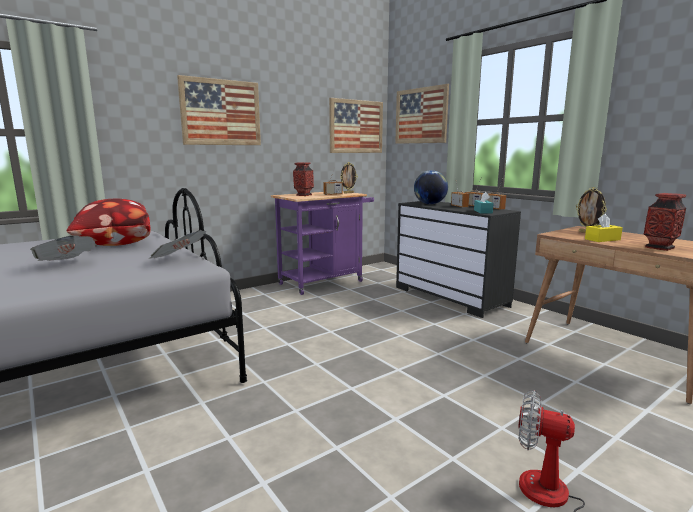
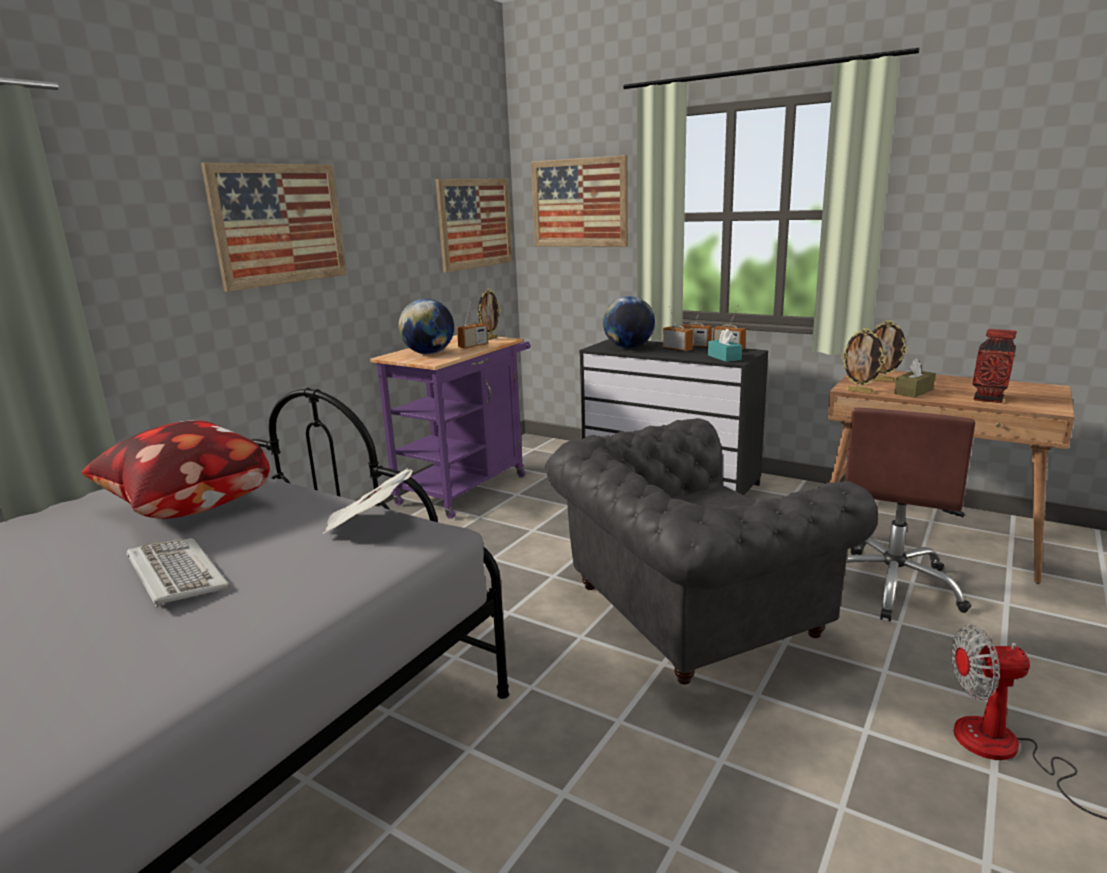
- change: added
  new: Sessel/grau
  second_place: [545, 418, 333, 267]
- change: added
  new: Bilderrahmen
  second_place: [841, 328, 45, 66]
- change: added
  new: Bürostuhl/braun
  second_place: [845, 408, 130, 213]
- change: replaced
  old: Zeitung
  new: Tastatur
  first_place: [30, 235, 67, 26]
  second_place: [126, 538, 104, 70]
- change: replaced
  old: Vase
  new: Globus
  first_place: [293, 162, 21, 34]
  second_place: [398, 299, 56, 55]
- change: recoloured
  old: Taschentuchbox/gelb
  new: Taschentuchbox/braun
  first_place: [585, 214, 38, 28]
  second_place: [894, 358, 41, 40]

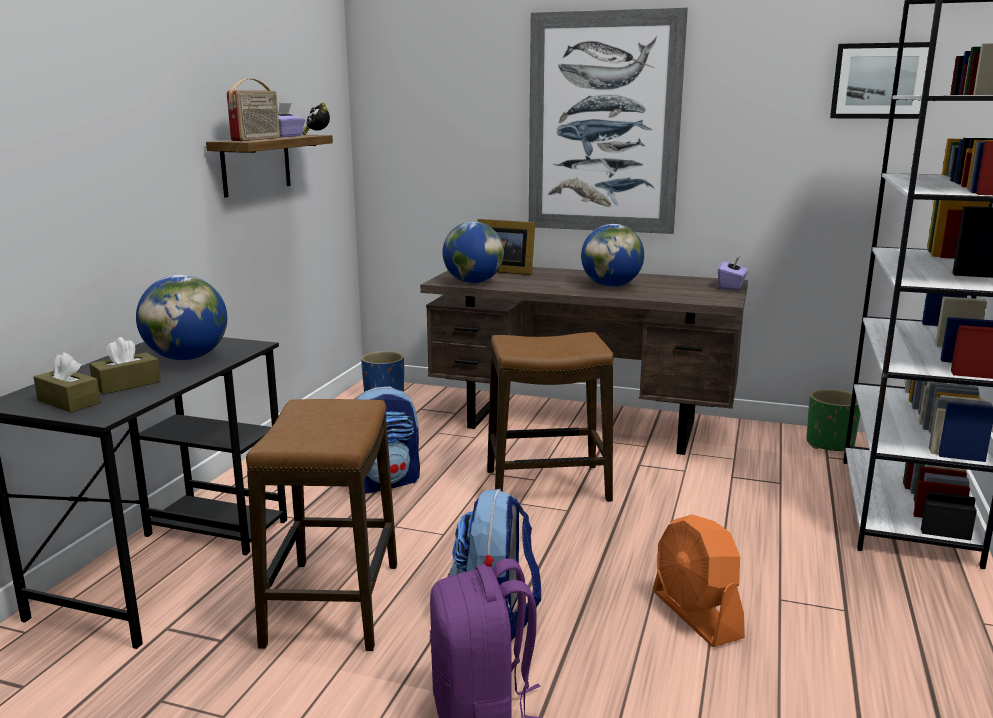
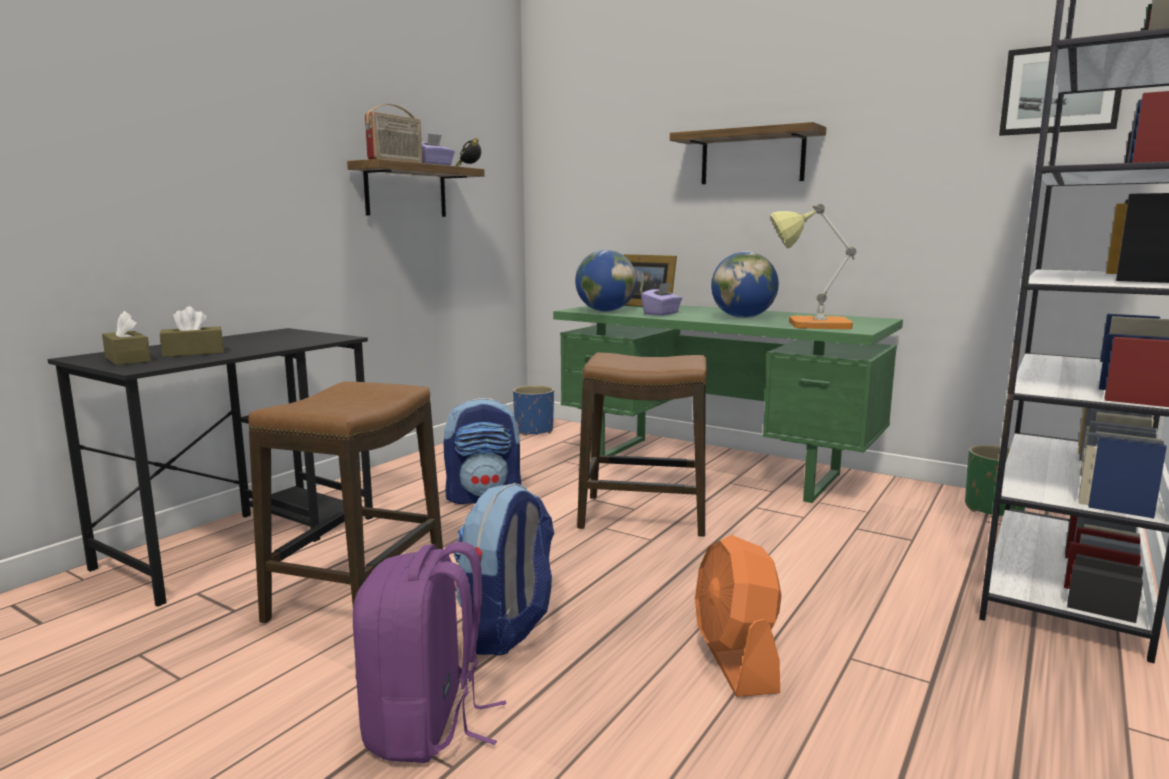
- change: removed
  old: Globus
  first_place: [136, 275, 91, 85]
- change: added
  new: Tischlampe
  second_place: [770, 204, 87, 125]
- change: moved
  old: Taschentuchbox/lila
  first_place: [718, 255, 30, 35]
  second_place: [641, 283, 41, 33]
- change: replaced
  old: Bild
  new: Wandregal
  first_place: [529, 8, 159, 226]
  second_place: [670, 122, 156, 62]
- change: recoloured
  old: Schreibtisch/braun
  new: Schreibtisch/grün
  first_place: [420, 267, 328, 188]
  second_place: [553, 305, 350, 198]

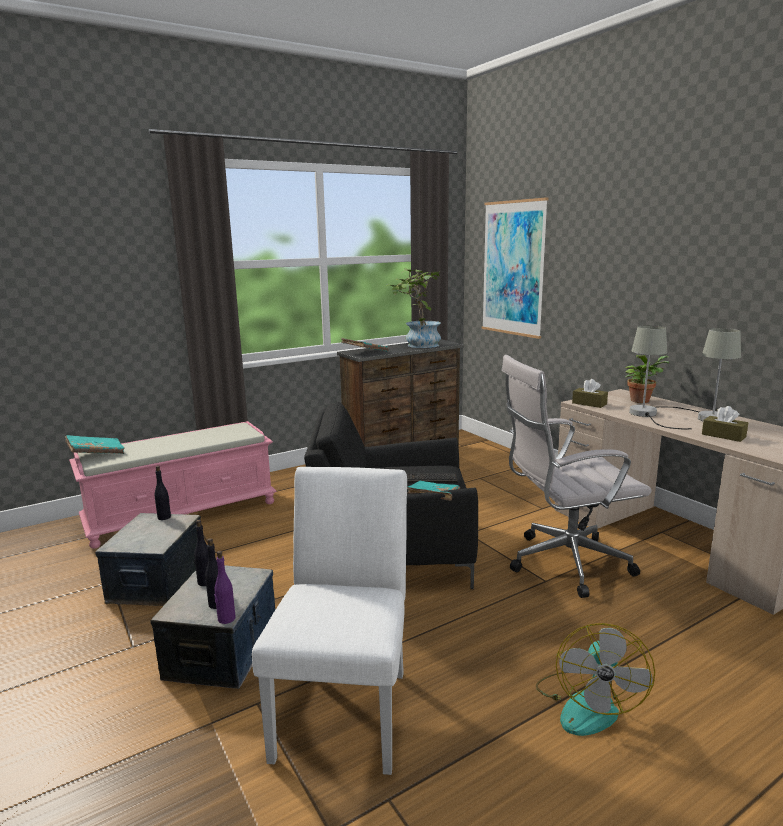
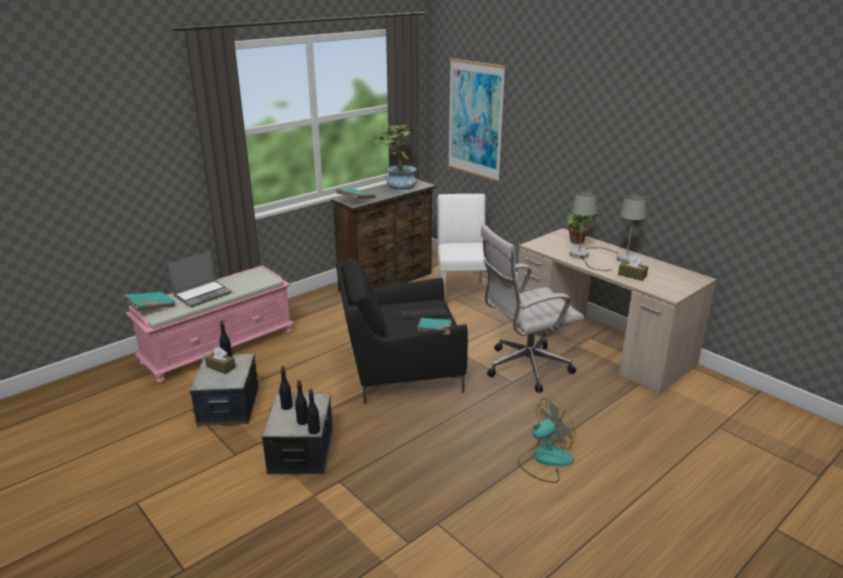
- change: added
  new: Laptop
  second_place: [168, 251, 64, 56]
- change: moved
  old: Stuhl/weiß
  first_place: [252, 467, 155, 308]
  second_place: [437, 194, 53, 113]
- change: moved
  old: Taschentuchbox/braun
  first_place: [572, 379, 36, 29]
  second_place: [205, 347, 31, 27]
- change: recoloured
  old: Flasche/lila
  new: Flasche/schwarz
  first_place: [214, 551, 22, 73]
  second_place: [307, 389, 13, 45]
- change: turned
  old: Ventilator
  first_place: [536, 623, 119, 113]
  second_place: [518, 398, 58, 85]
  degrees: -120

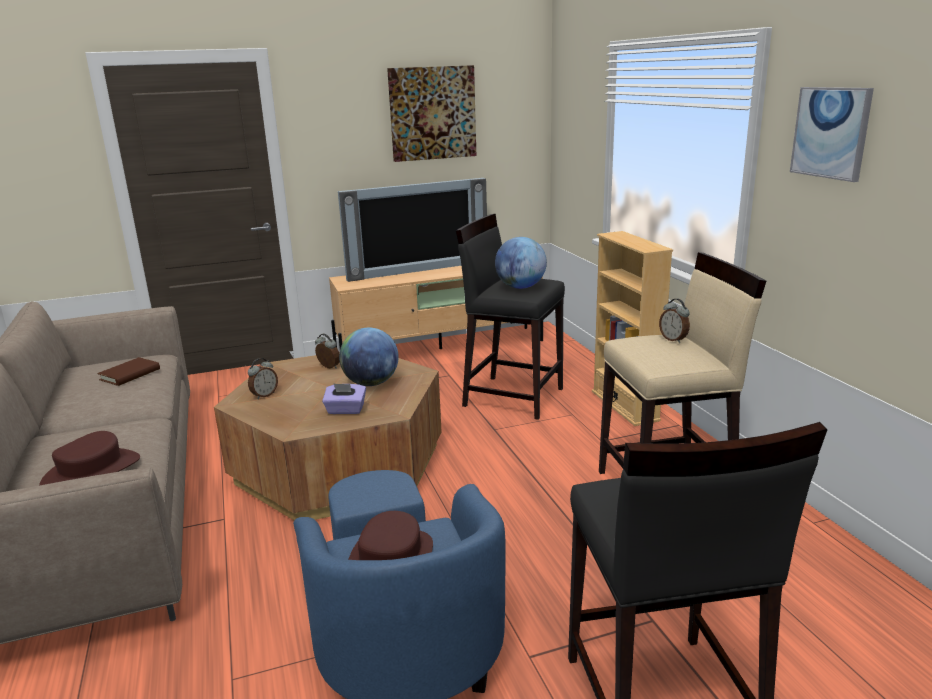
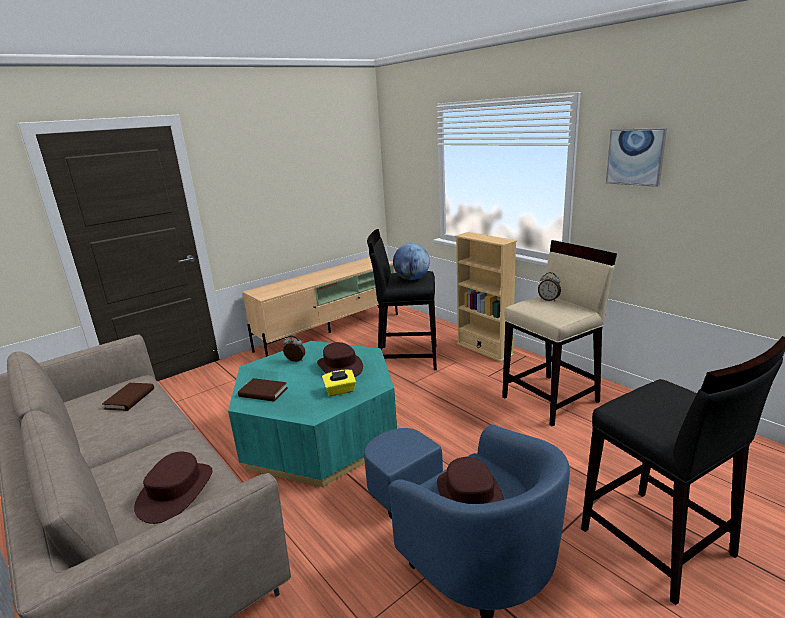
- change: removed
  old: Fernseher
  first_place: [338, 178, 149, 104]
- change: removed
  old: Bild
  first_place: [387, 65, 89, 97]
- change: replaced
  old: Wecker
  new: Buch/braun
  first_place: [248, 358, 30, 41]
  second_place: [238, 378, 50, 24]
- change: replaced
  old: Globus
  new: Hut/braun
  first_place: [339, 328, 60, 58]
  second_place: [317, 342, 46, 35]
- change: recoloured
  old: Couchtisch/braun
  new: Couchtisch/türkis
  first_place: [214, 352, 228, 168]
  second_place: [228, 341, 169, 146]
- change: recoloured
  old: Taschentuchbox/lila
  new: Taschentuchbox/gelb
  first_place: [322, 383, 44, 31]
  second_place: [322, 369, 34, 27]

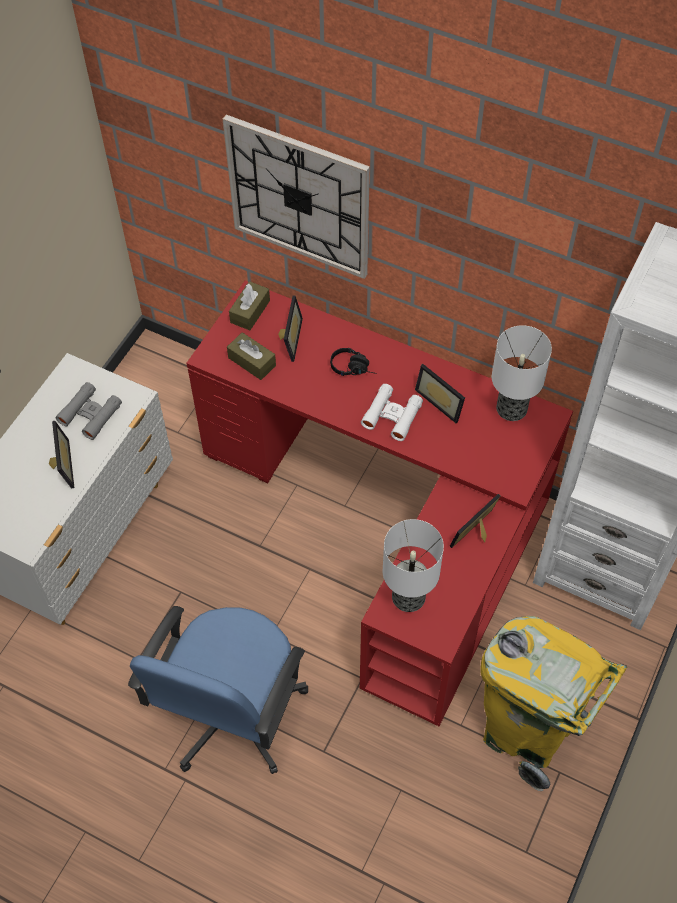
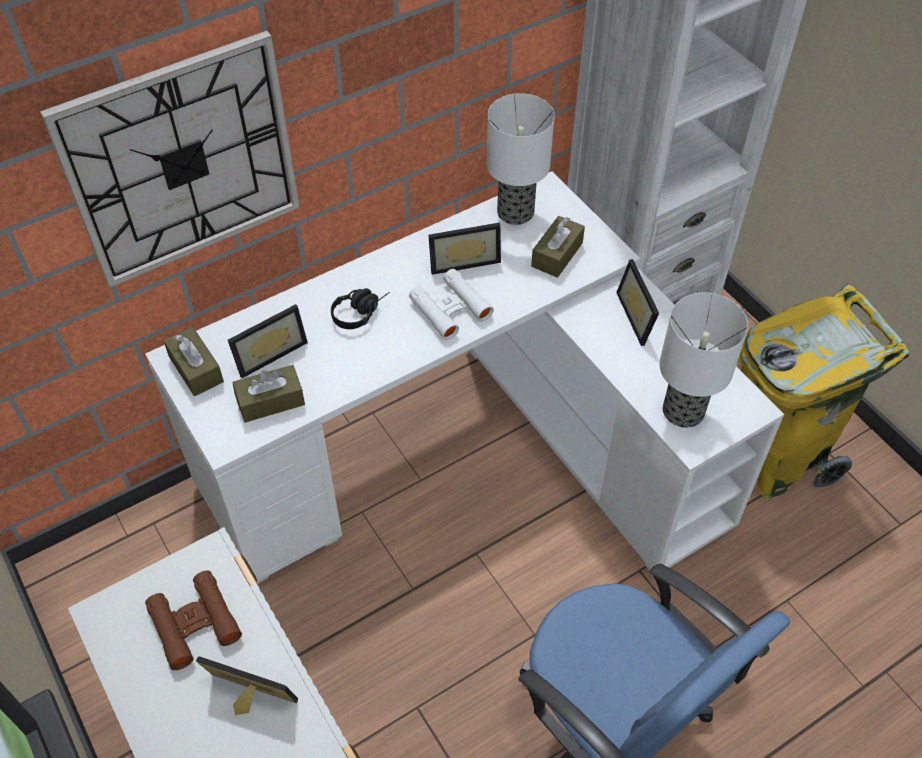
- change: added
  new: Taschentuchbox/braun
  second_place: [531, 216, 54, 62]
- change: recoloured
  old: Fernglas/grau
  new: Fernglas/braun
  first_place: [56, 382, 66, 58]
  second_place: [145, 571, 97, 99]
- change: recoloured
  old: Schreibtisch/rot
  new: Schreibtisch/weiß
  first_place: [186, 281, 387, 445]
  second_place: [145, 171, 639, 413]
- change: turned
  old: Bilderrahmen
  first_place: [278, 295, 25, 67]
  second_place: [228, 304, 80, 74]
  degrees: 105

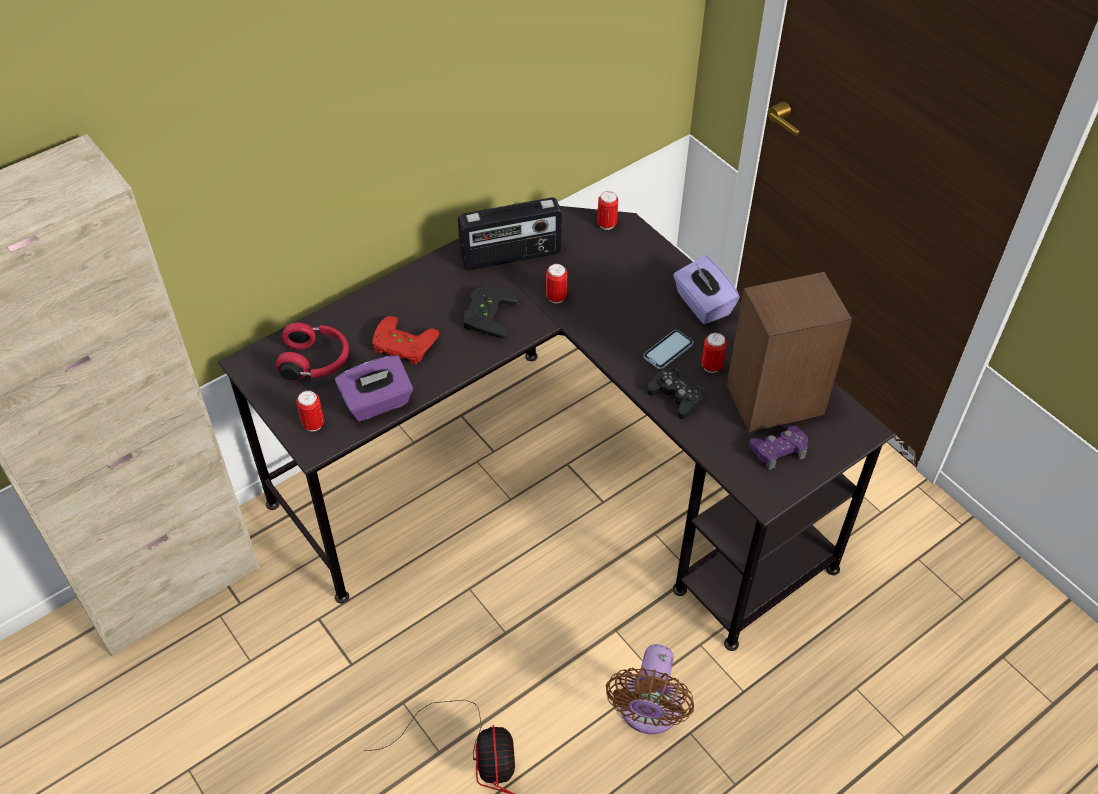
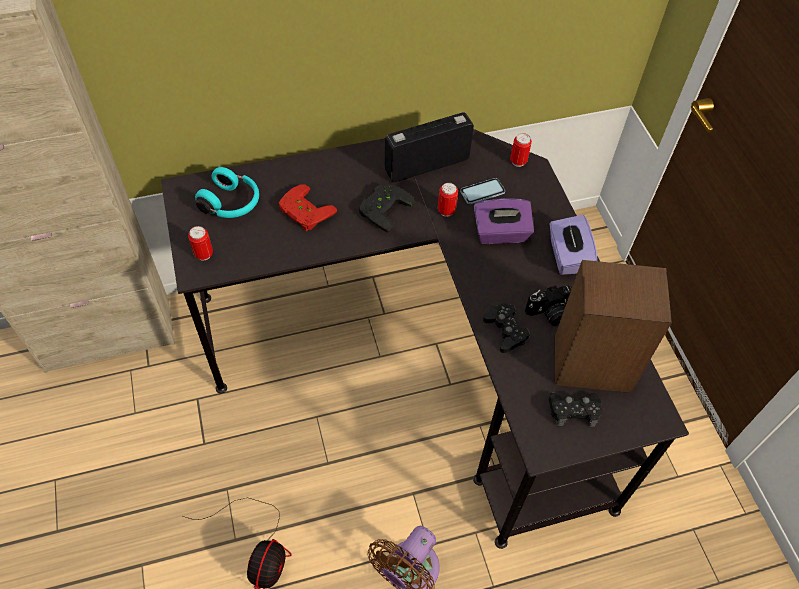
- change: moved
  old: Taschentuchbox/lila
  first_place: [335, 355, 78, 66]
  second_place: [474, 199, 60, 45]
- change: moved
  old: Handy
  first_place: [643, 330, 50, 39]
  second_place: [460, 178, 45, 26]
- change: replaced
  old: Dose
  new: Kamera
  first_place: [701, 333, 26, 40]
  second_place: [525, 285, 47, 41]
- change: recoloured
  old: Kopfhörer/rot
  new: Kopfhörer/türkis
  first_place: [276, 321, 73, 59]
  second_place: [195, 167, 64, 51]
- change: recoloured
  old: Gamepad/lila
  new: Gamepad/schwarz
  first_place: [749, 426, 59, 44]
  second_place: [548, 392, 55, 35]
- change: turned
  old: Radio
  first_place: [458, 197, 104, 73]
  second_place: [385, 112, 89, 70]
  degrees: 150

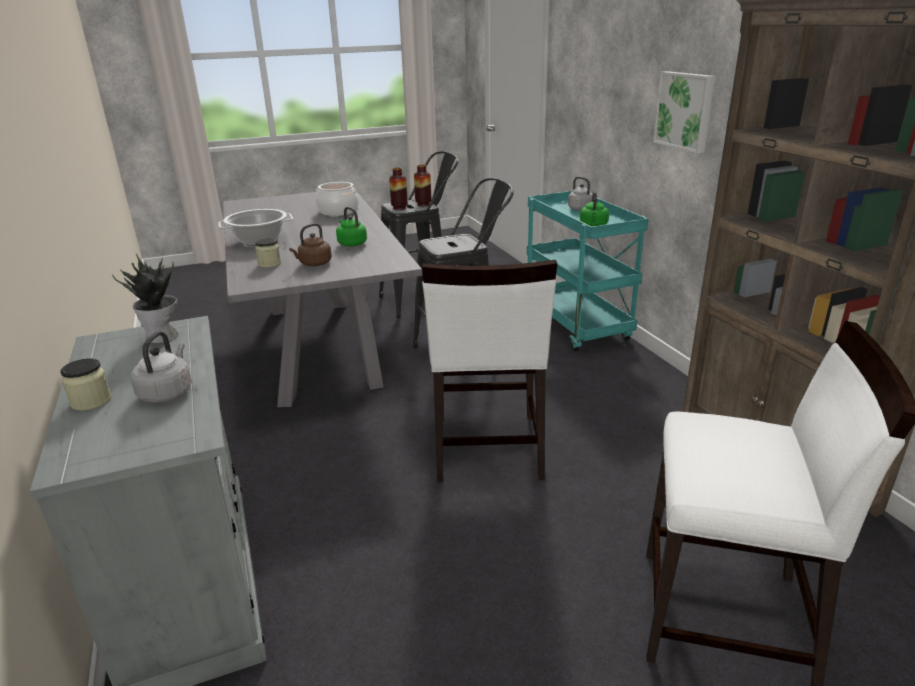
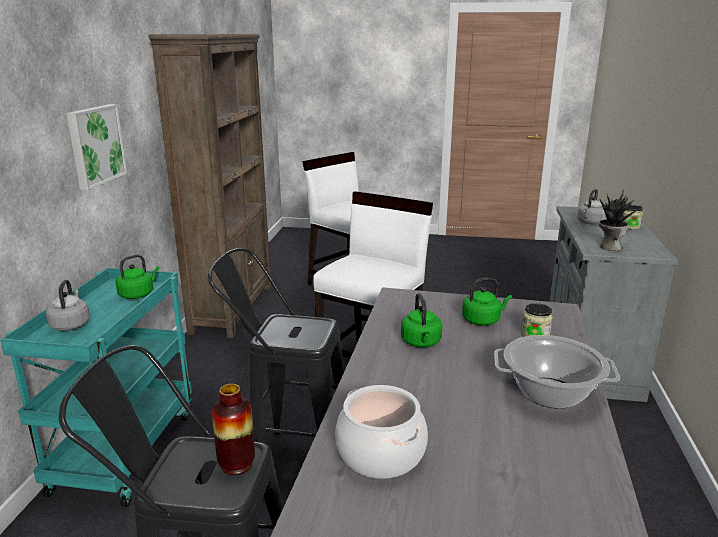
- change: removed
  old: Vase
  first_place: [414, 164, 17, 42]
- change: recoloured
  old: Wasserkessel/braun
  new: Wasserkessel/grün
  first_place: [289, 223, 43, 43]
  second_place: [462, 278, 50, 48]

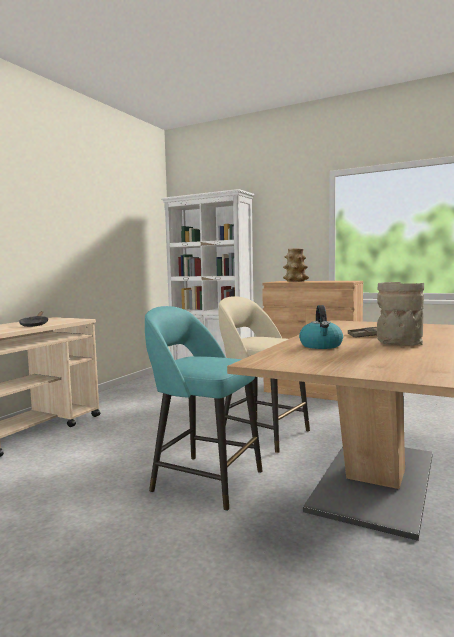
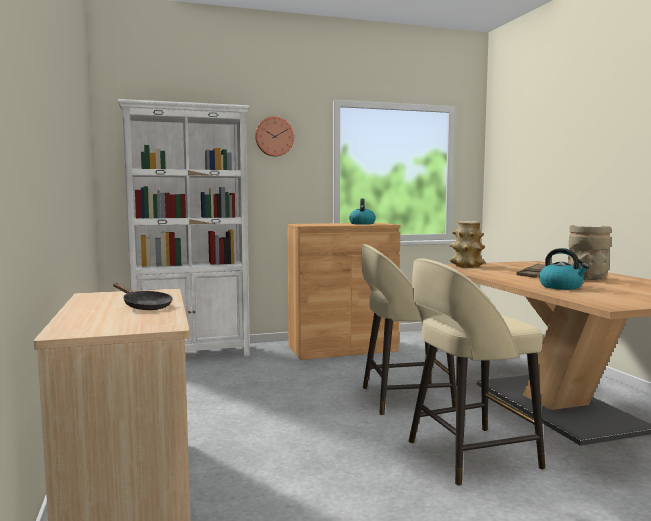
- change: added
  new: Wanduhr
  second_place: [255, 116, 39, 40]
- change: added
  new: Wasserkessel
  second_place: [349, 198, 27, 27]
- change: moved
  old: Vase
  first_place: [283, 248, 26, 34]
  second_place: [450, 221, 35, 47]
- change: recoloured
  old: Hocker/türkis
  new: Hocker/beige
  first_place: [145, 306, 117, 205]
  second_place: [409, 258, 136, 228]

